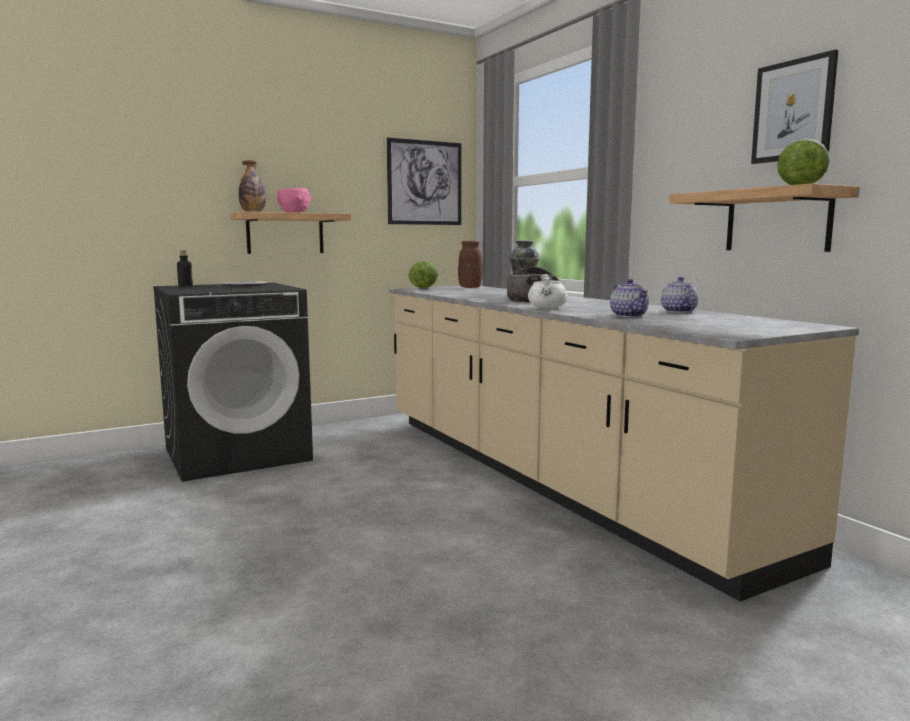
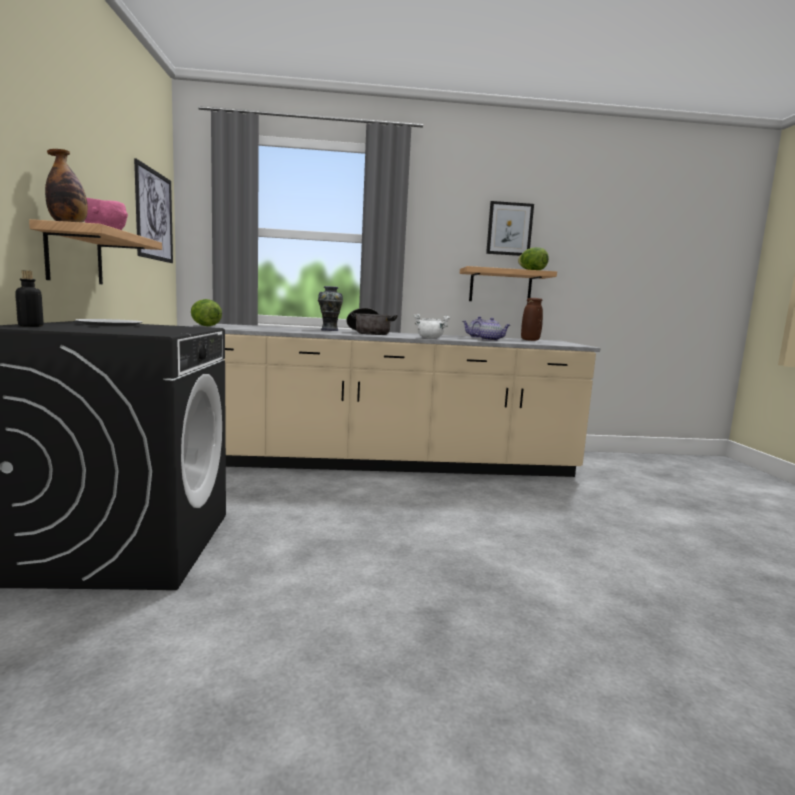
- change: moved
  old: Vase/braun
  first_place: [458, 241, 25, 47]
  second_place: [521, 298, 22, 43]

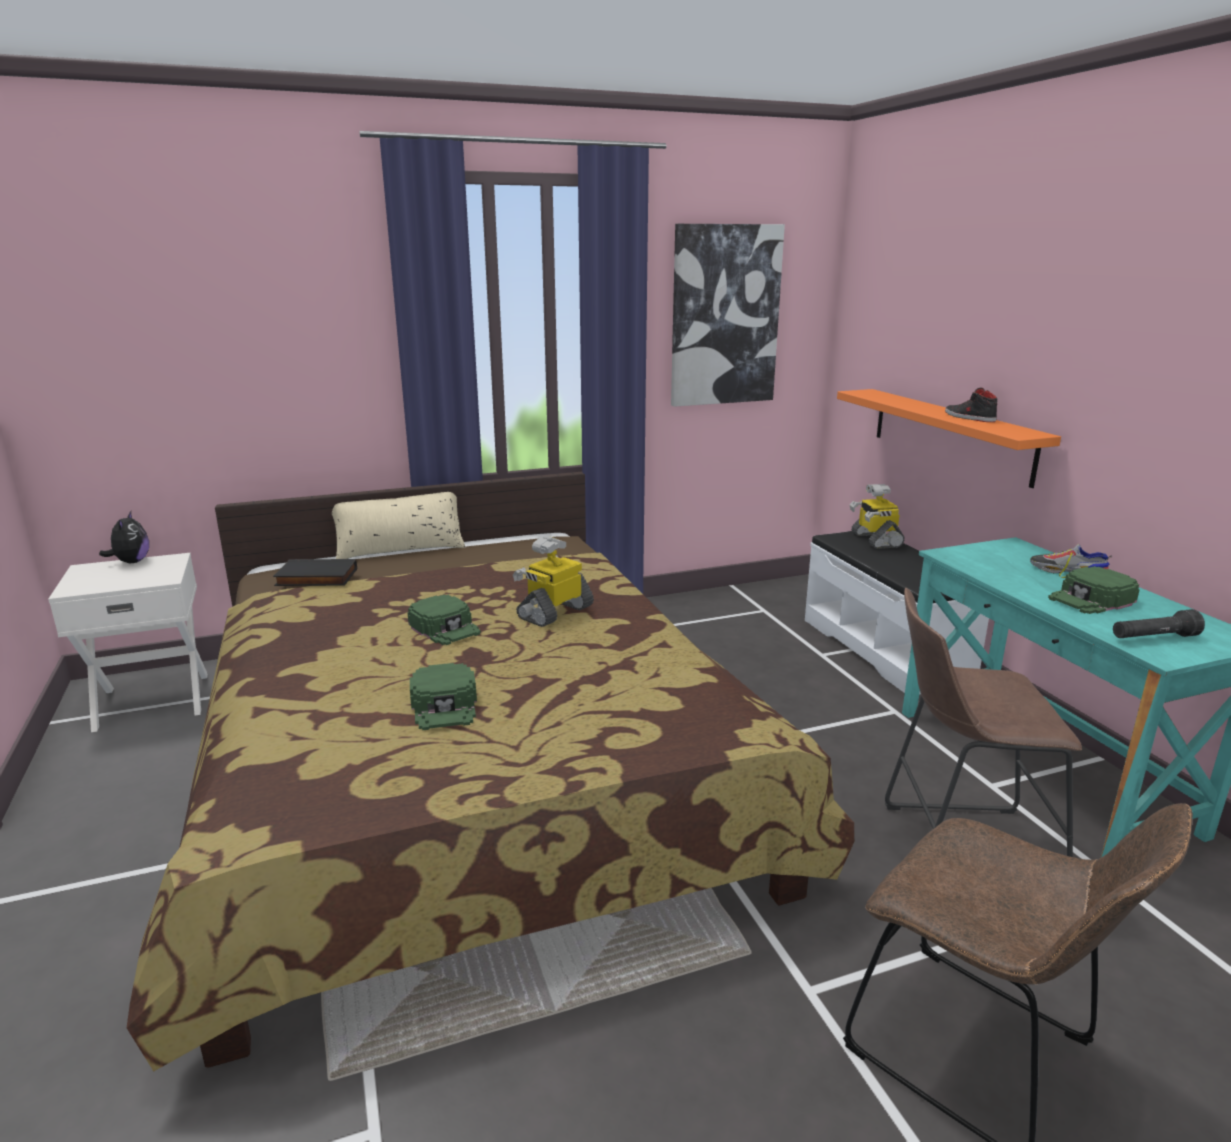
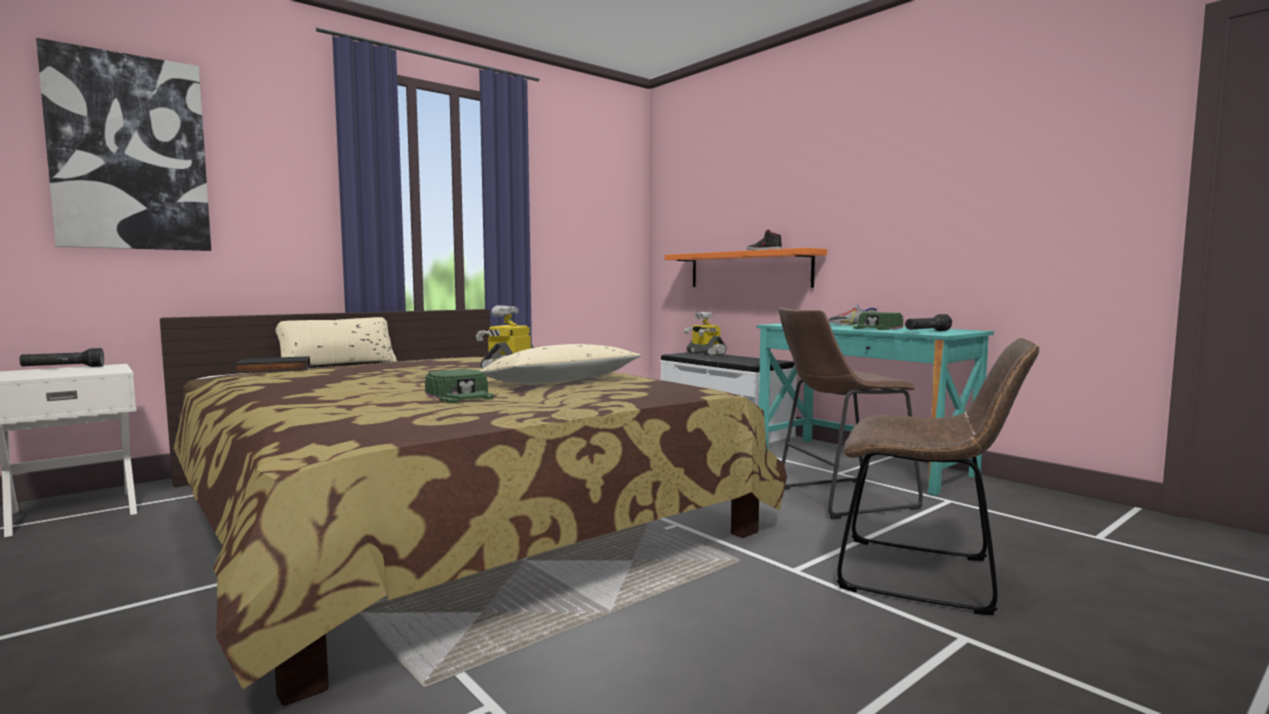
- change: removed
  old: Kappe/grün
  first_place: [407, 594, 74, 51]
- change: added
  new: Kissen/beige
  second_place: [479, 344, 162, 39]
- change: moved
  old: Bild
  first_place: [671, 224, 114, 183]
  second_place: [36, 38, 175, 213]
- change: replaced
  old: Plüschtier
  new: Taschenlampe/schwarz
  first_place: [99, 511, 50, 52]
  second_place: [19, 348, 85, 19]

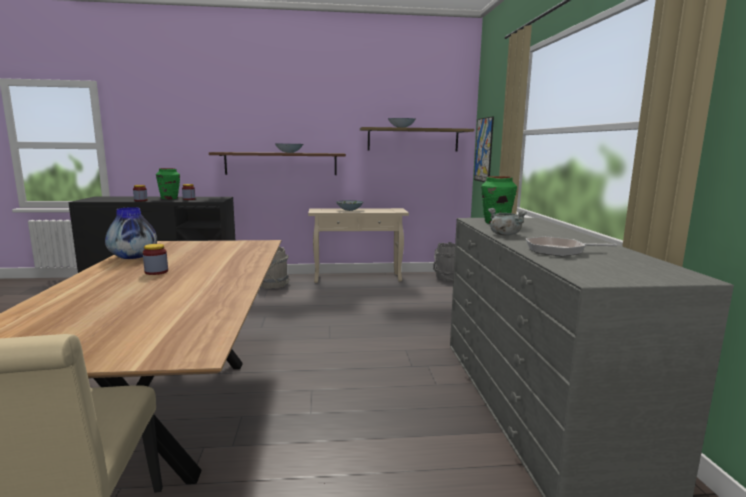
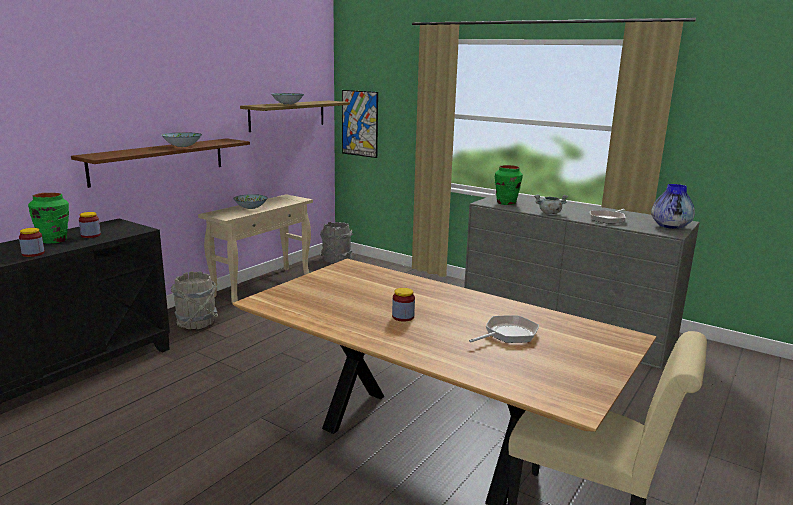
- change: added
  new: Pfanne
  second_place: [469, 315, 70, 28]
- change: moved
  old: Vase
  first_place: [105, 207, 52, 52]
  second_place: [651, 184, 44, 45]

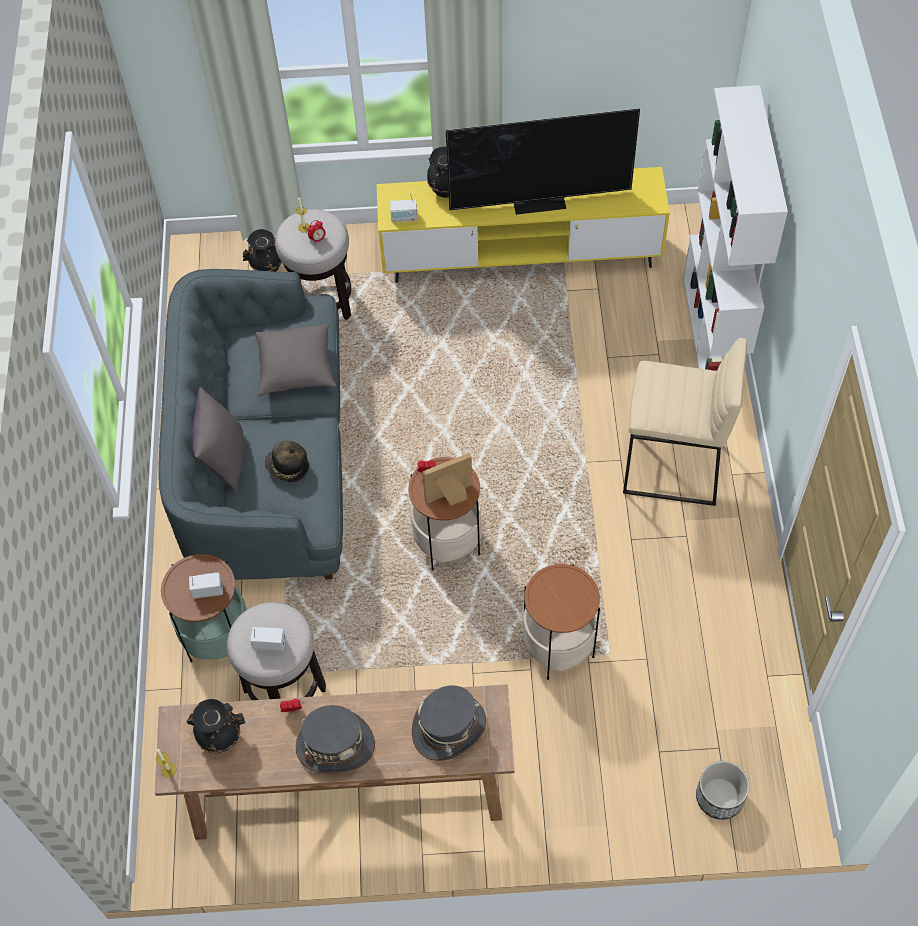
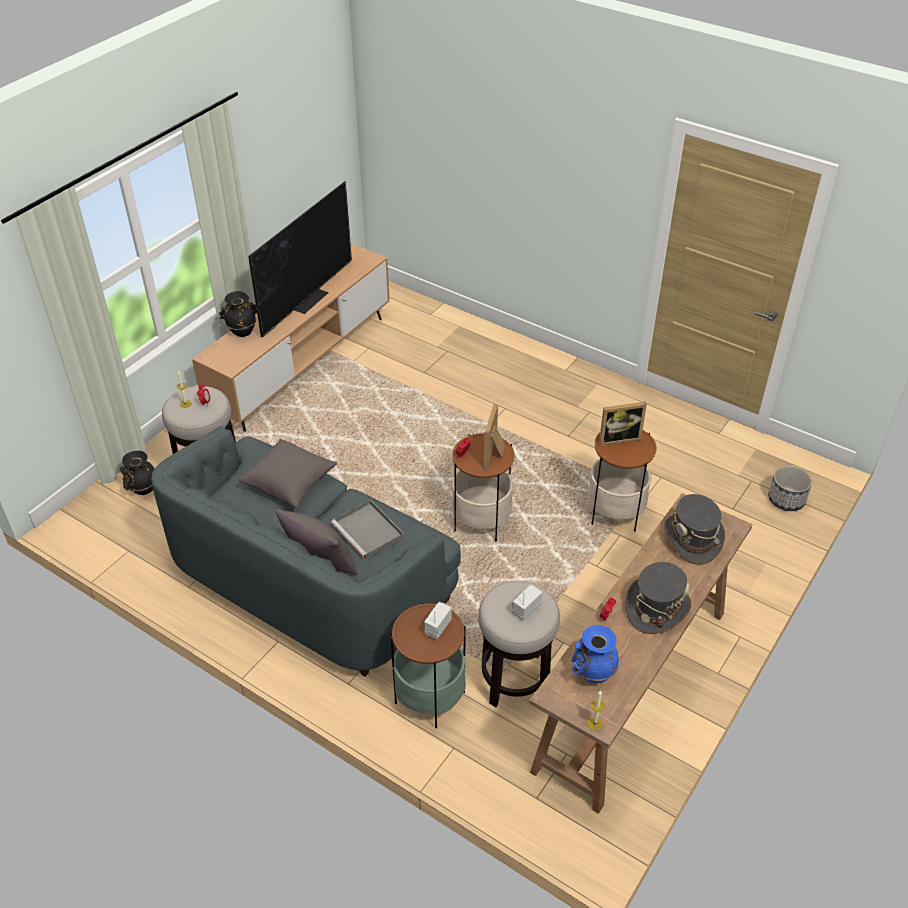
- change: removed
  old: Radio
  first_place: [390, 193, 27, 29]
- change: removed
  old: Hocker/beige
  first_place: [623, 338, 124, 168]
- change: removed
  old: Bücherregal/weiß
  first_place: [683, 85, 105, 307]
- change: added
  new: Bilderrahmen
  second_place: [599, 402, 48, 44]
- change: replaced
  old: Hut
  new: Tablett/grau
  first_place: [265, 441, 44, 41]
  second_place: [331, 499, 73, 61]
- change: recoloured
  old: Vase/schwarz
  new: Vase/blau
  first_place: [187, 699, 58, 54]
  second_place: [571, 625, 48, 58]
- change: recoloured
  old: Fernsehschrank/gelb
  new: Fernsehschrank/braun
  first_place: [377, 167, 293, 116]
  second_place: [192, 244, 198, 188]

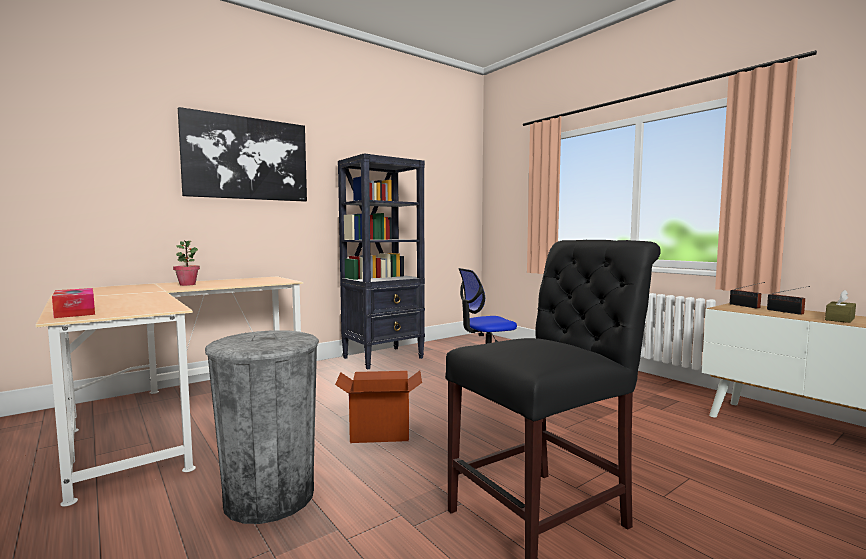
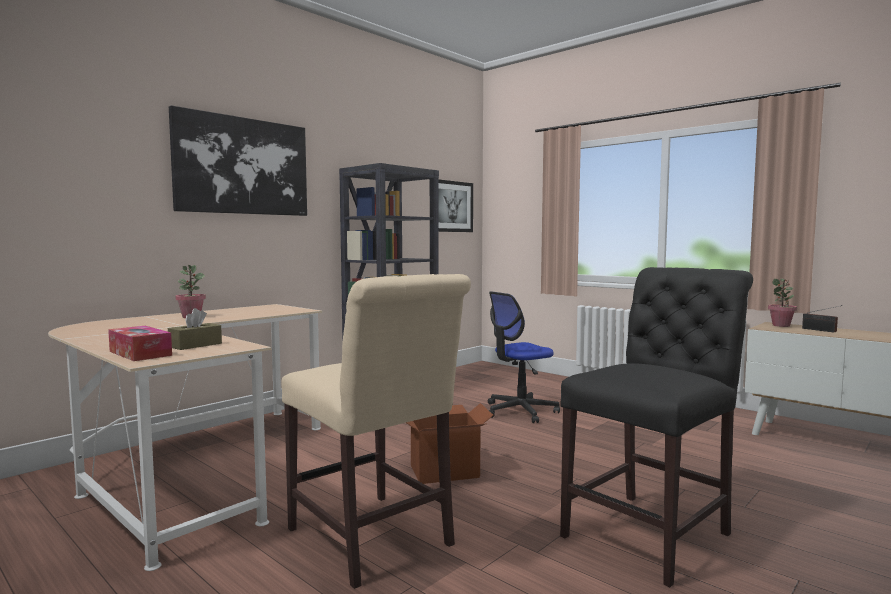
- change: added
  new: Bild
  second_place: [438, 179, 35, 53]
- change: moved
  old: Taschentuchbox/braun
  first_place: [825, 290, 31, 33]
  second_place: [168, 308, 54, 42]
- change: replaced
  old: Mülleimer/grau
  new: Stuhl/beige
  first_place: [205, 330, 114, 194]
  second_place: [281, 274, 190, 315]
- change: replaced
  old: Radio
  new: Topfpflanze
  first_place: [730, 282, 35, 26]
  second_place: [768, 278, 29, 49]

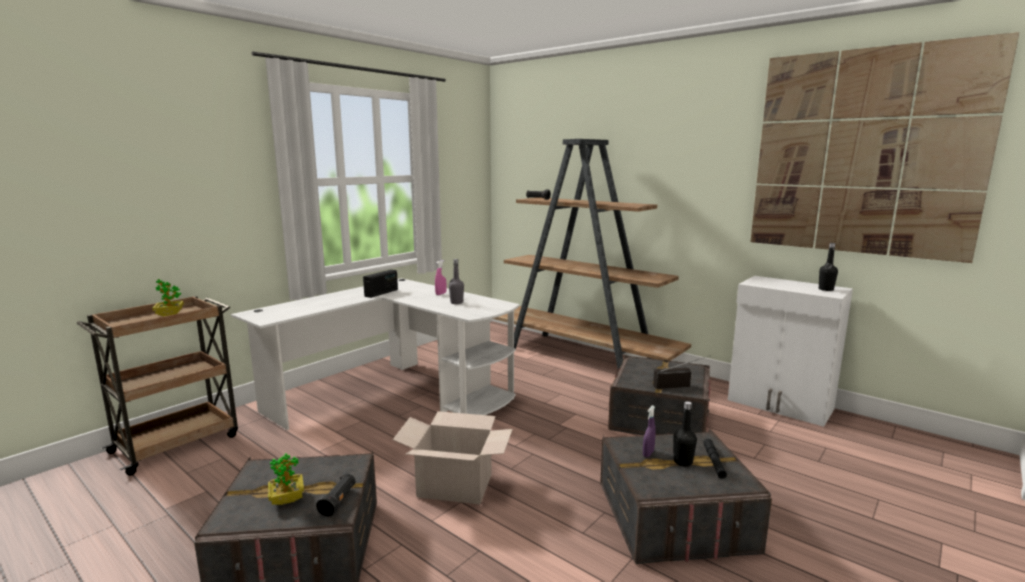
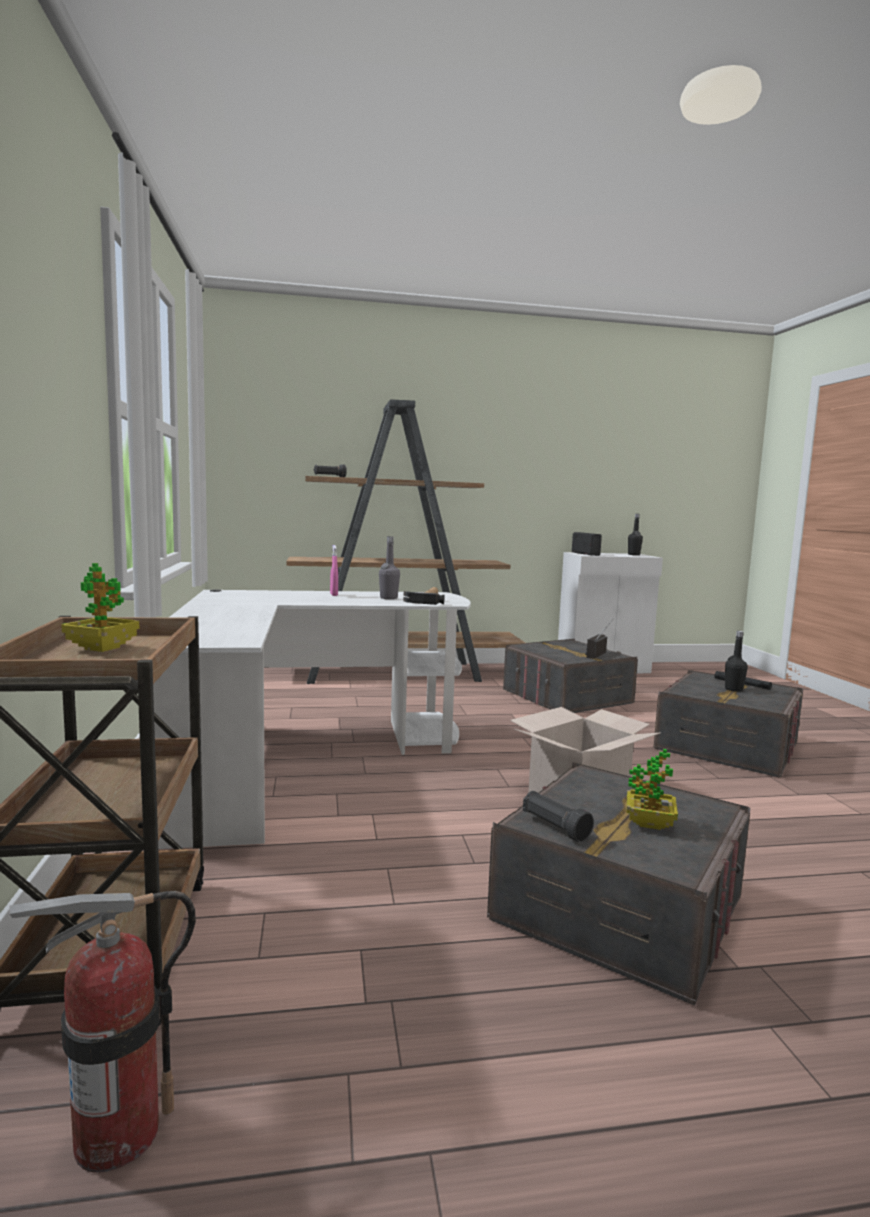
- change: removed
  old: Sprühflasche/lila
  first_place: [643, 405, 13, 52]
- change: removed
  old: Bild
  first_place: [750, 32, 269, 231]
- change: added
  new: Feuerlöscher
  second_place: [9, 891, 187, 282]
- change: added
  new: Hammer
  second_place: [403, 587, 42, 18]
- change: moved
  old: Taschenlampe/schwarz
  first_place: [316, 474, 39, 43]
  second_place: [523, 791, 71, 51]
- change: moved
  old: Radio
  first_place: [363, 270, 35, 28]
  second_place: [572, 532, 30, 24]

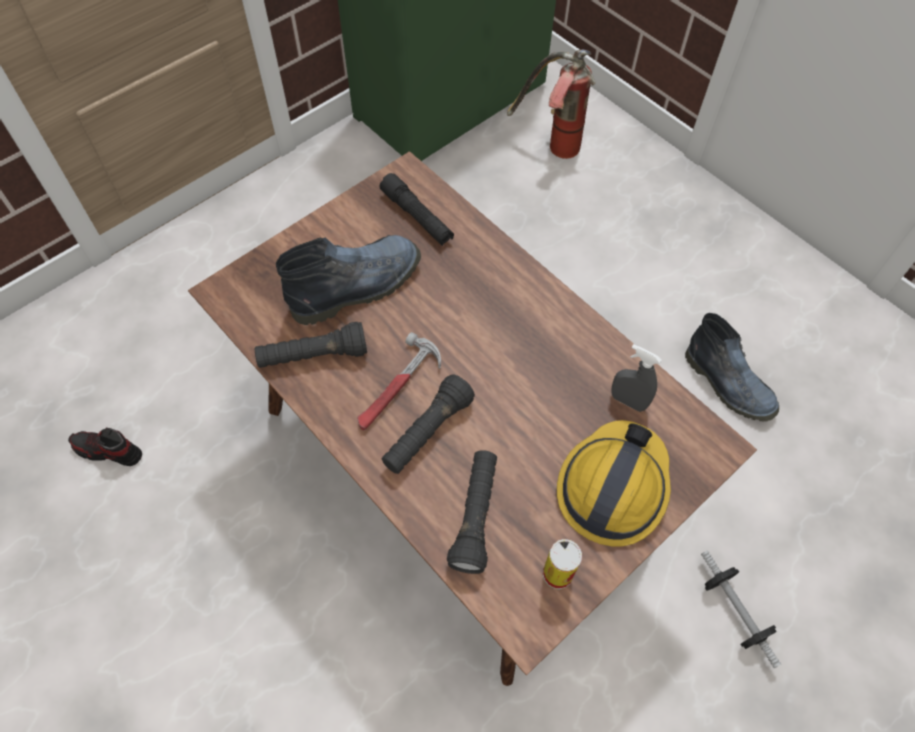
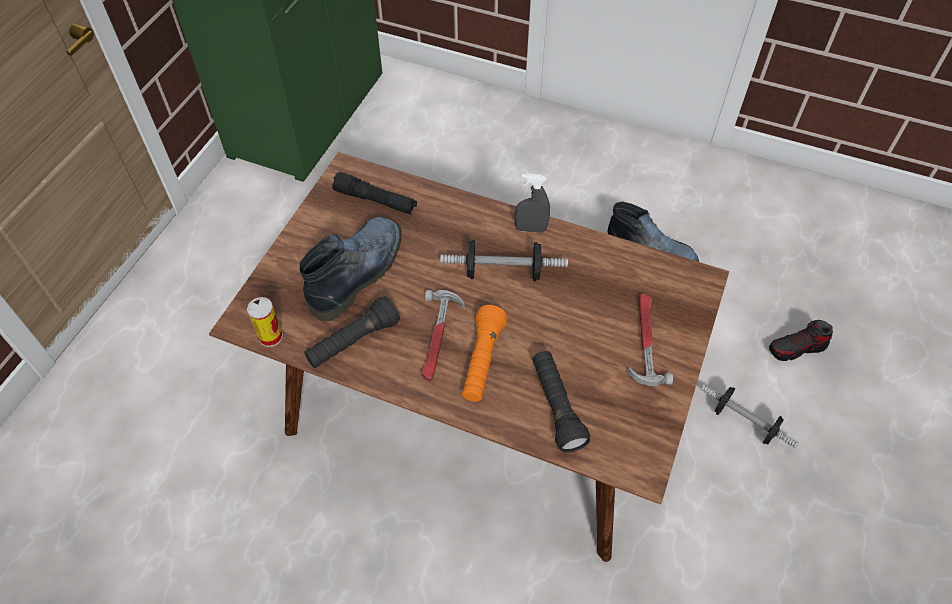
- change: removed
  old: Feuerlöscher
  first_place: [507, 49, 89, 110]
- change: added
  new: Hantel
  second_place: [440, 240, 128, 41]
- change: moved
  old: Schuh
  first_place: [68, 428, 74, 38]
  second_place: [769, 320, 64, 41]
- change: moved
  old: Dose
  first_place: [543, 539, 39, 51]
  second_place: [247, 297, 36, 50]
- change: moved
  old: Sprühflasche/grau
  first_place: [611, 344, 51, 68]
  second_place: [515, 174, 35, 59]
- change: replaced
  old: Schutzhelm
  new: Hammer
  first_place: [557, 420, 114, 126]
  second_place: [627, 294, 46, 92]
- change: recoloured
  old: Taschenlampe/schwarz
  new: Taschenlampe/orange
  first_place: [382, 374, 93, 100]
  second_place: [462, 305, 45, 97]

